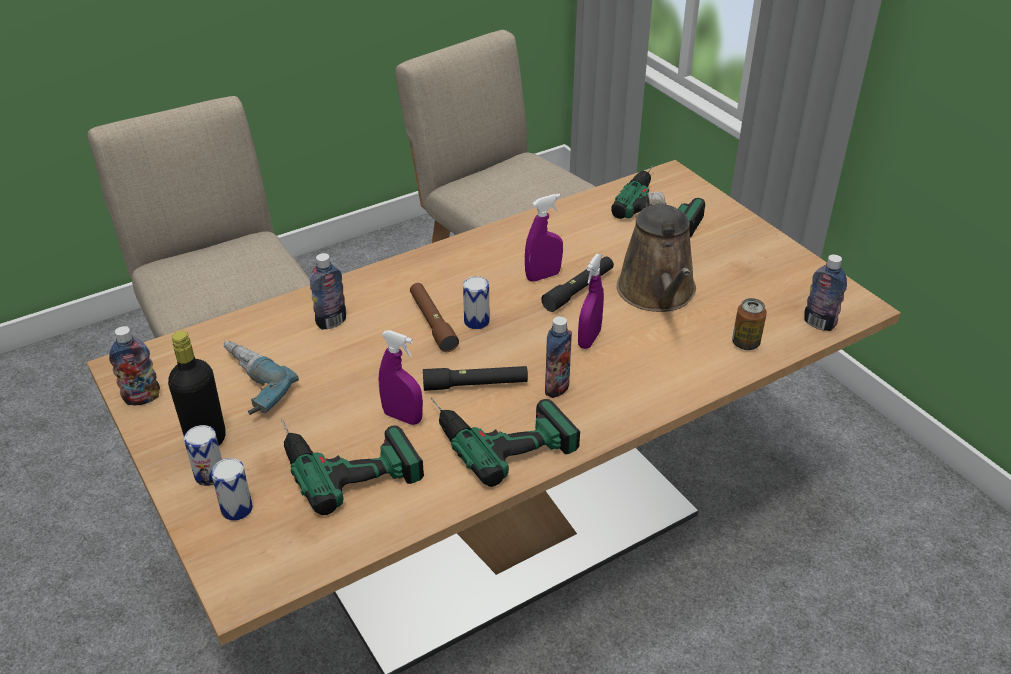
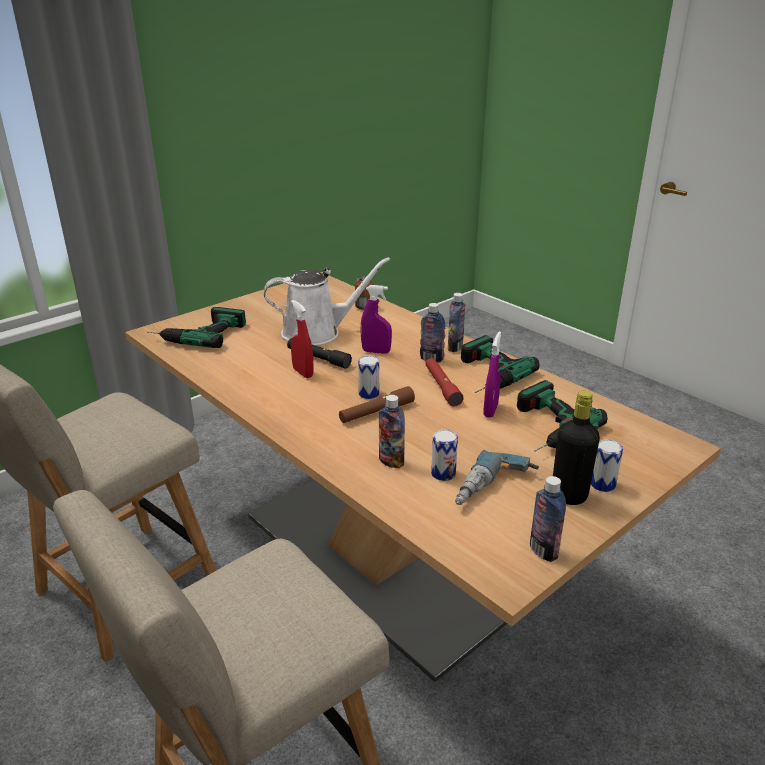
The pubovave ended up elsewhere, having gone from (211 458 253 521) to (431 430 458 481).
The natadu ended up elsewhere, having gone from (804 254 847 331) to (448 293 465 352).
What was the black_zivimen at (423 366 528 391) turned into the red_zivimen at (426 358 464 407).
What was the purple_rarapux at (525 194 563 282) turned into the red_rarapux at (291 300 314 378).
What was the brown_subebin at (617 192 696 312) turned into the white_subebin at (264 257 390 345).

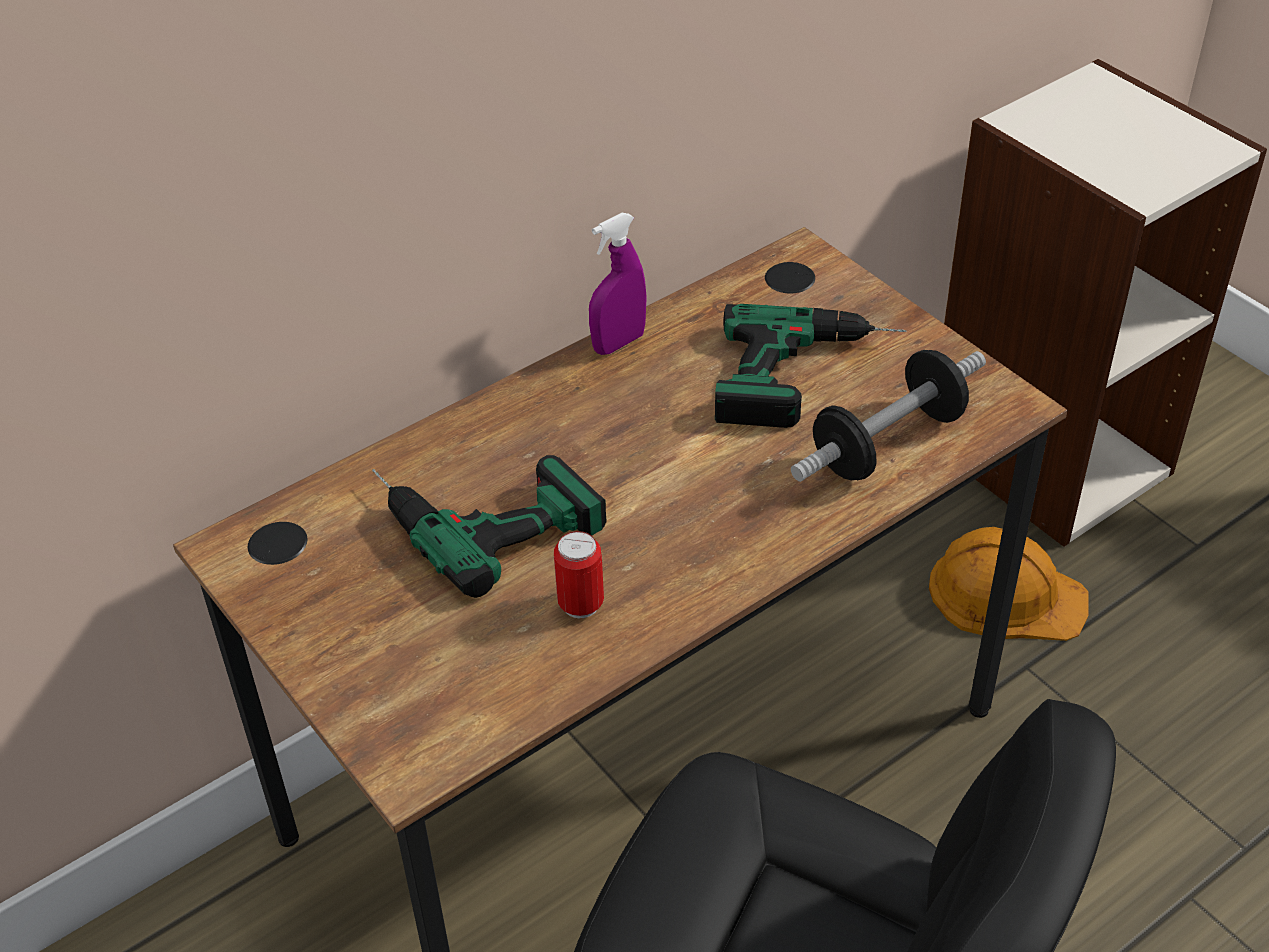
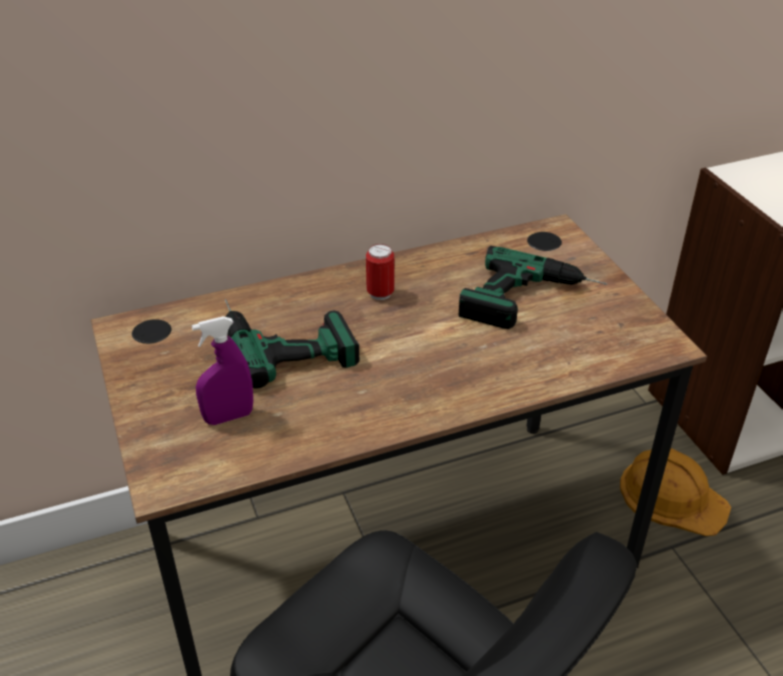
The second view lost the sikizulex at (791 350 986 482).
The pubovave ended up elsewhere, having gone from (554 531 604 618) to (366 244 395 300).
The purple_rarapux ended up elsewhere, having gone from (589 213 647 355) to (192 316 253 425).

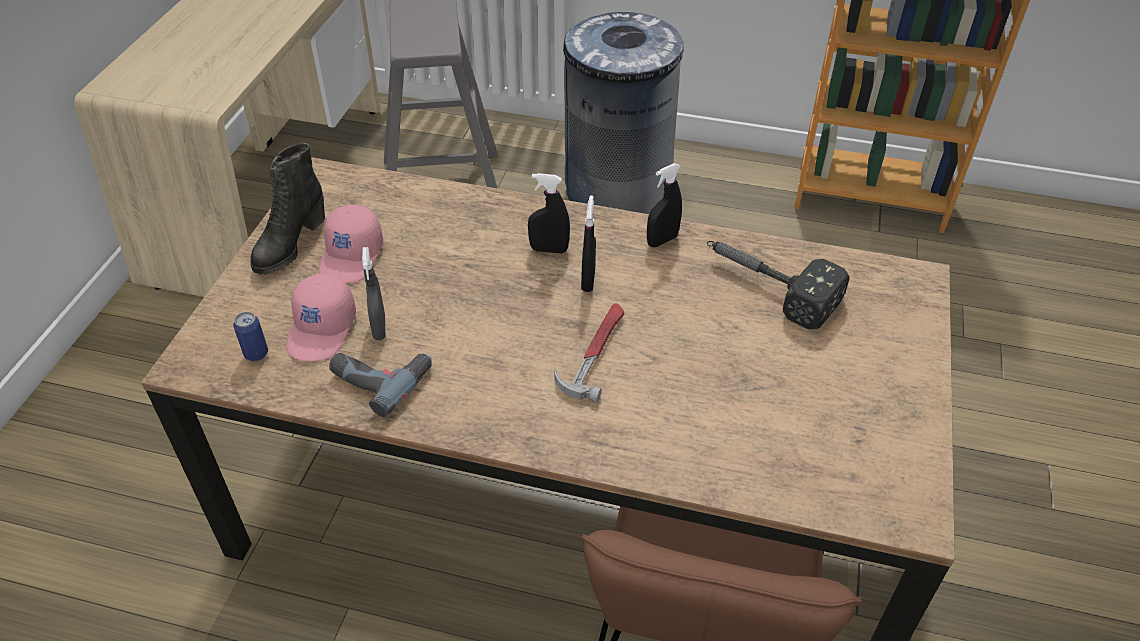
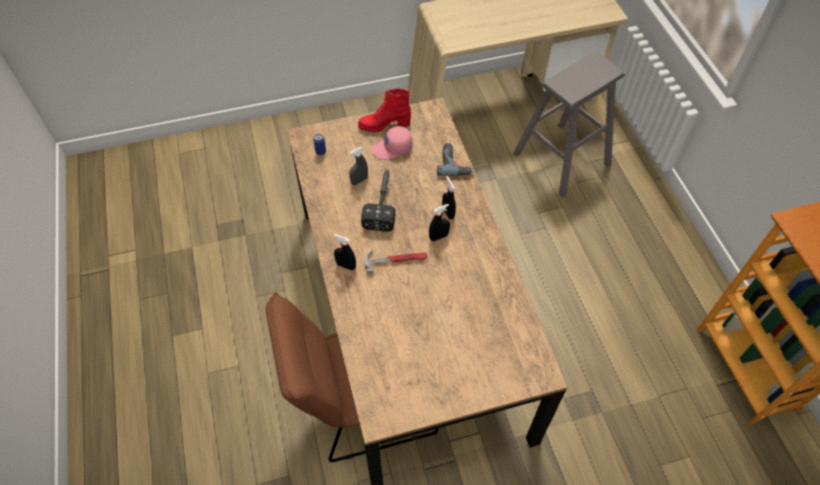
The second view lost the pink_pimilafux at (286 274 356 361).
The second view lost the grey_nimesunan at (563 12 684 214).
The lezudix ended up elsewhere, having gone from (329 353 432 417) to (437 143 473 176).
The black_rarapux ended up elsewhere, having gone from (647 163 682 247) to (334 234 356 271).
The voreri ended up elsewhere, having gone from (707 241 850 329) to (361 169 395 232).
What was the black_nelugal at (251 142 325 275) turned into the red_nelugal at (358 89 411 132).

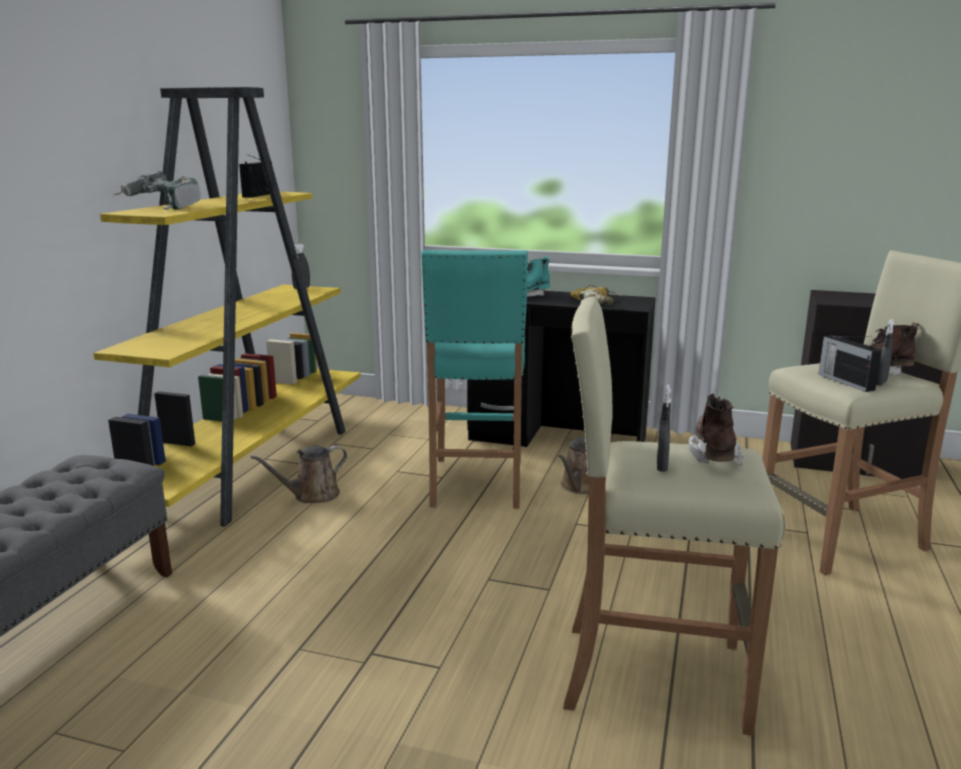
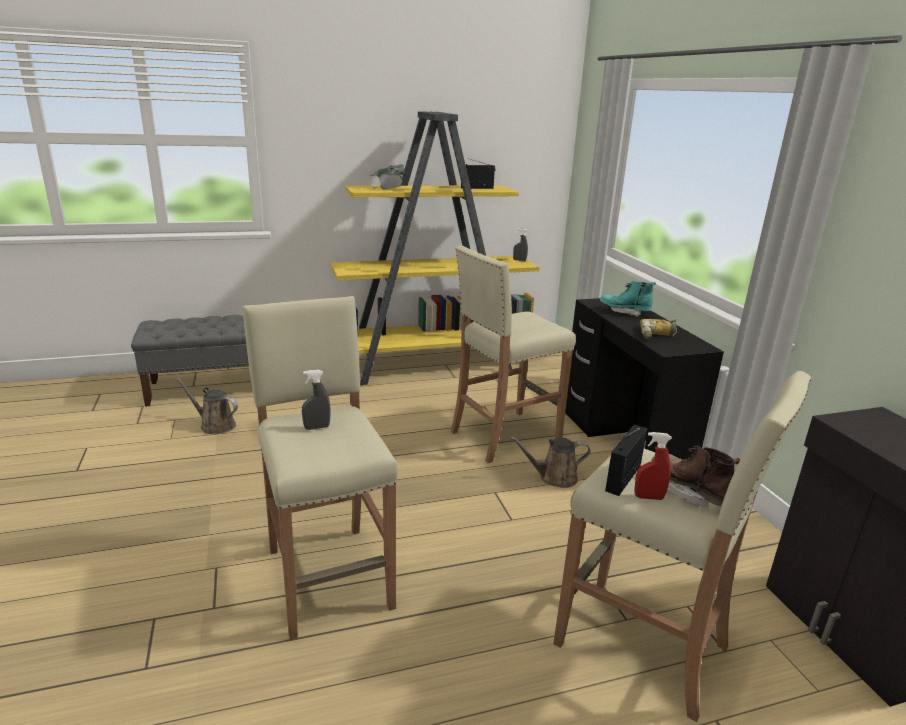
The second view lost the brown_nelugal at (688 394 744 465).
The brown_subebin ended up elsewhere, having gone from (250 446 347 503) to (176 377 238 434).
What was the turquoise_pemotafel at (421 250 528 509) turned into the beige_pemotafel at (451 245 576 463).
What was the grey_rarapux at (876 320 894 386) turned into the red_rarapux at (634 432 672 500).

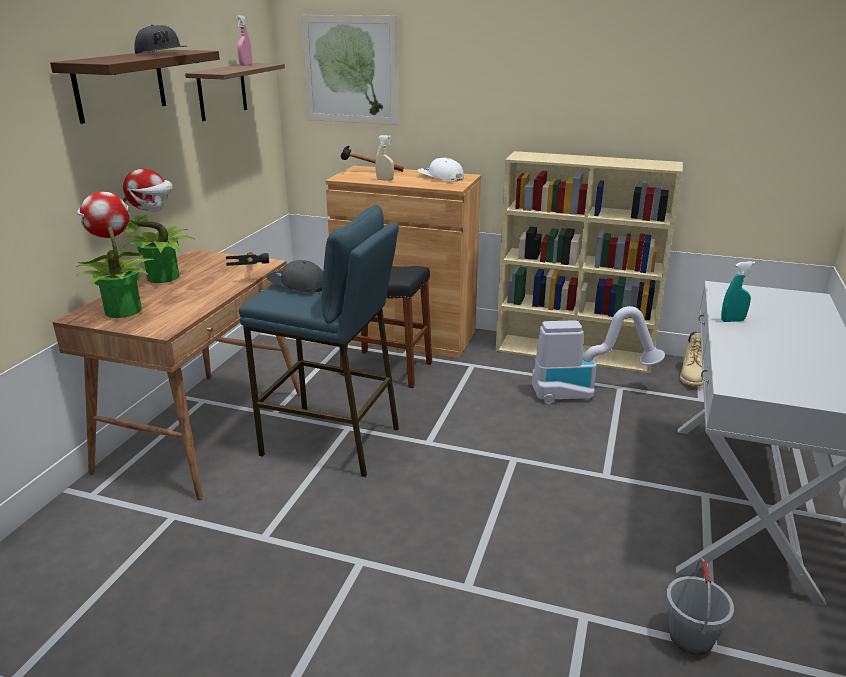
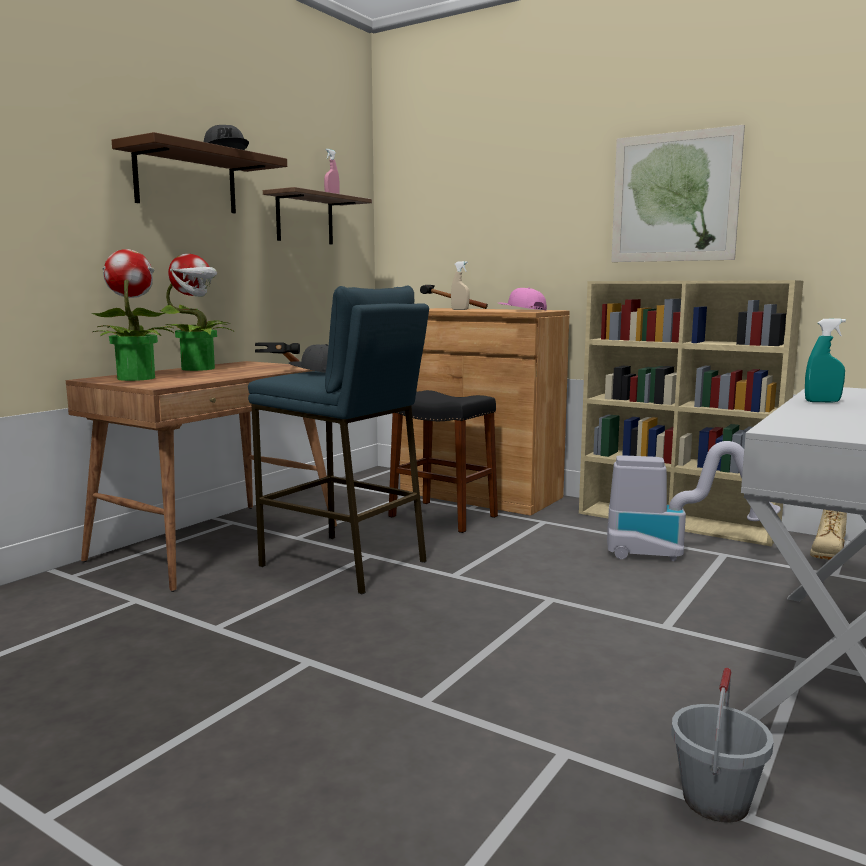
The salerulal ended up elsewhere, having gone from (301 15 399 125) to (611 125 745 262).
What was the white_pimilafux at (417 158 464 181) turned into the pink_pimilafux at (499 287 547 310).

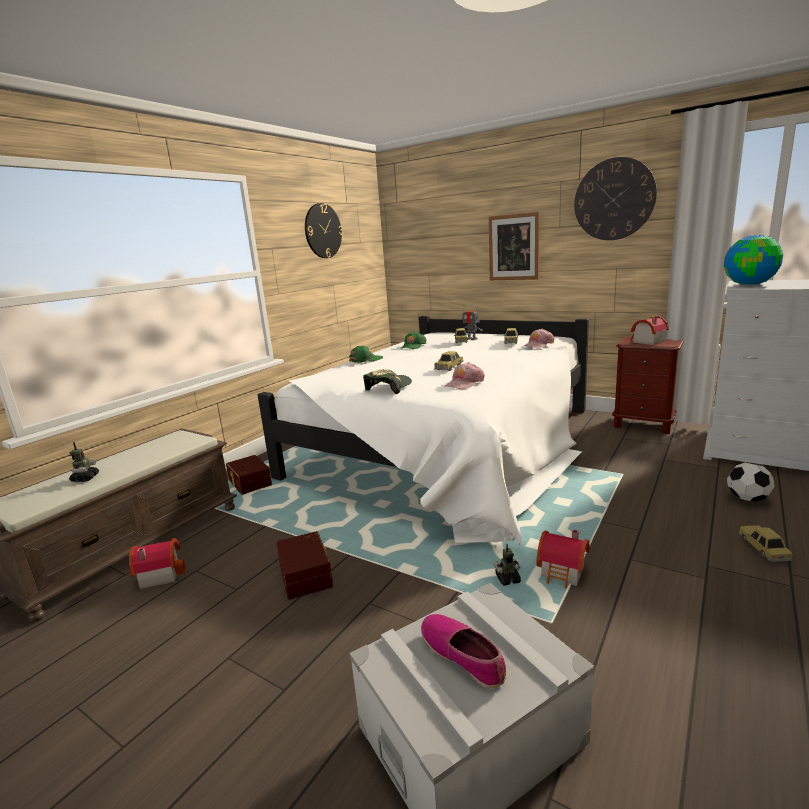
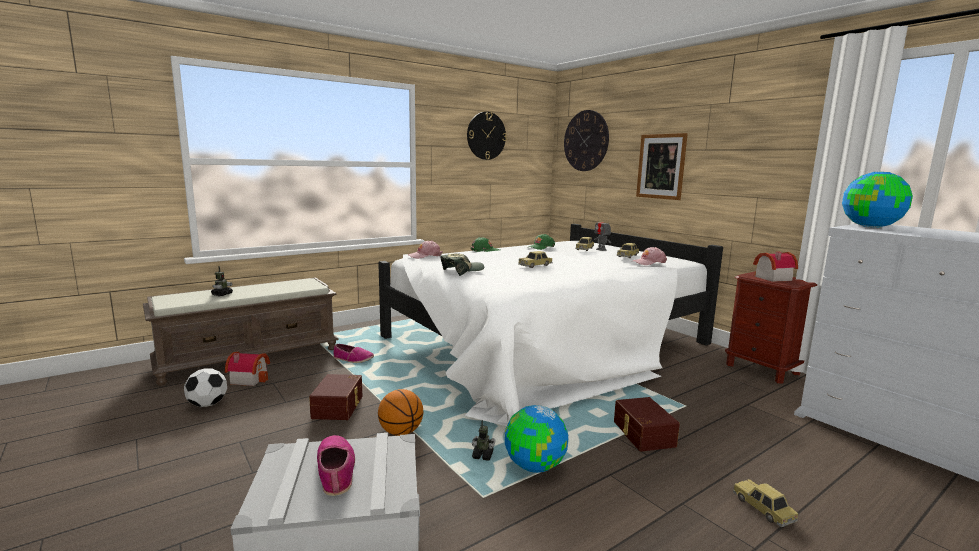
The second view gained the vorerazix at (333 344 374 363).
The second view gained the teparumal at (378 389 423 436).
The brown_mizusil ended up elsewhere, having gone from (226 455 272 495) to (614 397 680 452).
The pink_pimilafux ended up elsewhere, having gone from (444 362 485 389) to (408 240 443 259).
The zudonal ended up elsewhere, having gone from (574 157 657 240) to (564 110 609 171).
The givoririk ended up elsewhere, having gone from (727 462 775 502) to (184 368 227 407).
Where the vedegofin stood at (537 529 590 589), the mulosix came to stand at (505 405 568 473).
The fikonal at (739 525 792 562) ended up facing another way, 45 degrees counterclockwise from before.

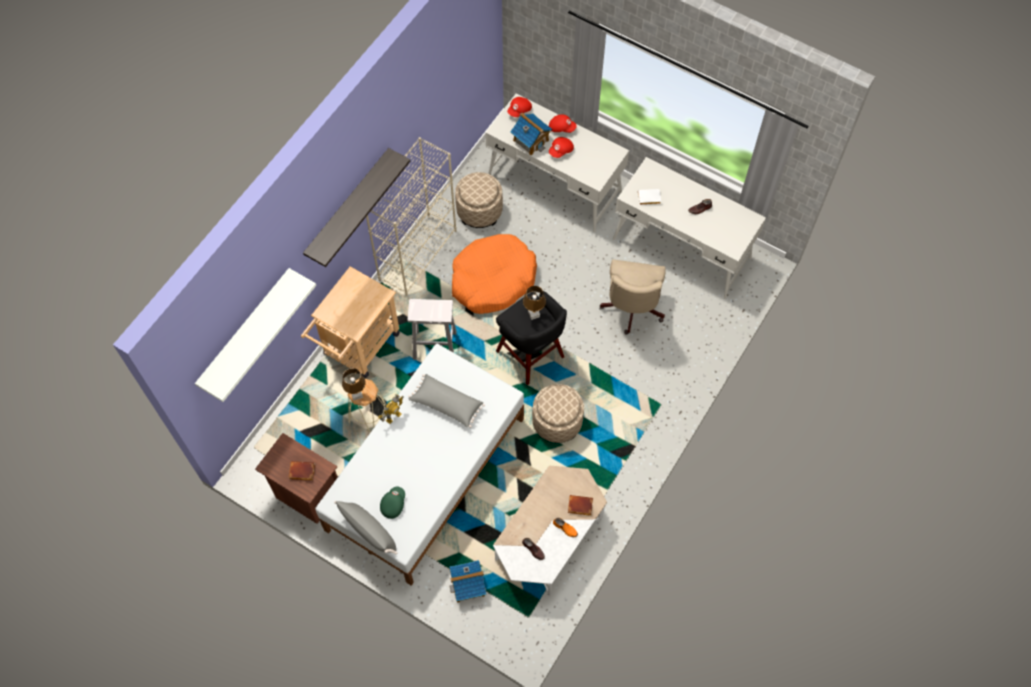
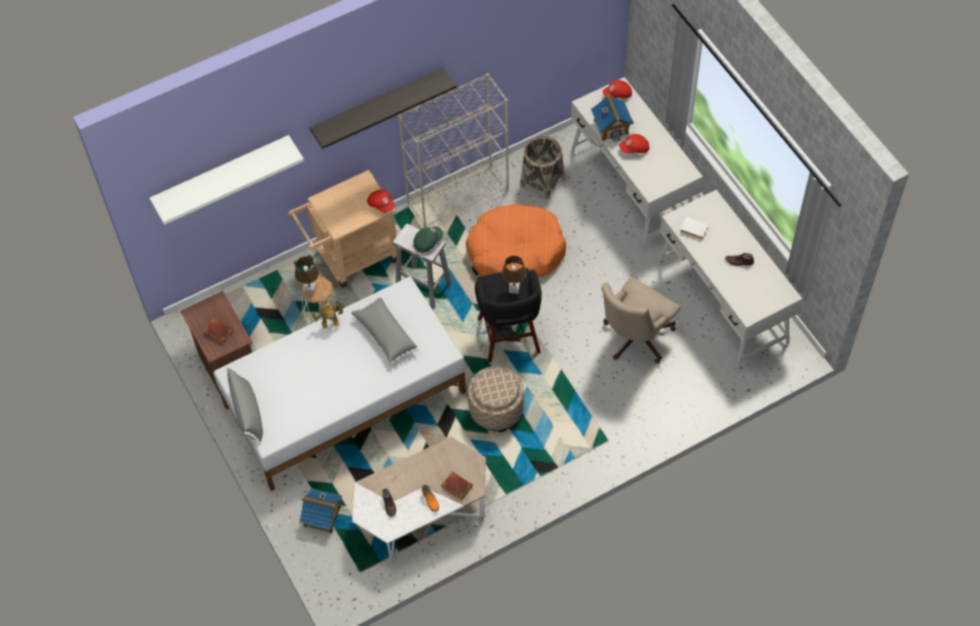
The green_pimilafux ended up elsewhere, having gone from (380 487 405 519) to (414 227 443 253).
The red_pimilafux ended up elsewhere, having gone from (549 114 577 133) to (367 190 395 213).
Where the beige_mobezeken stood at (455 172 503 228), the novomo came to stand at (520 135 565 200).

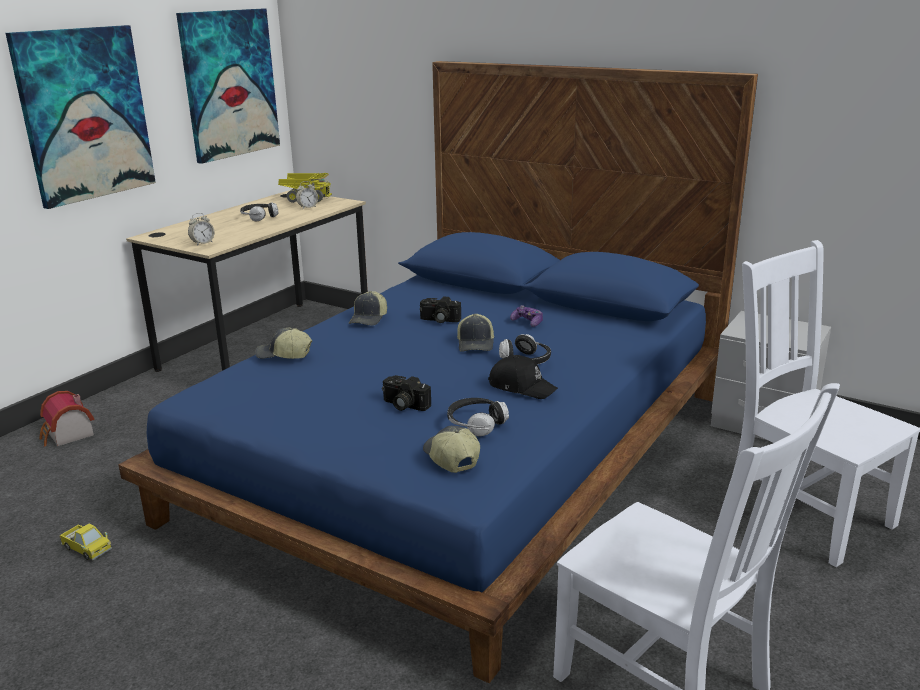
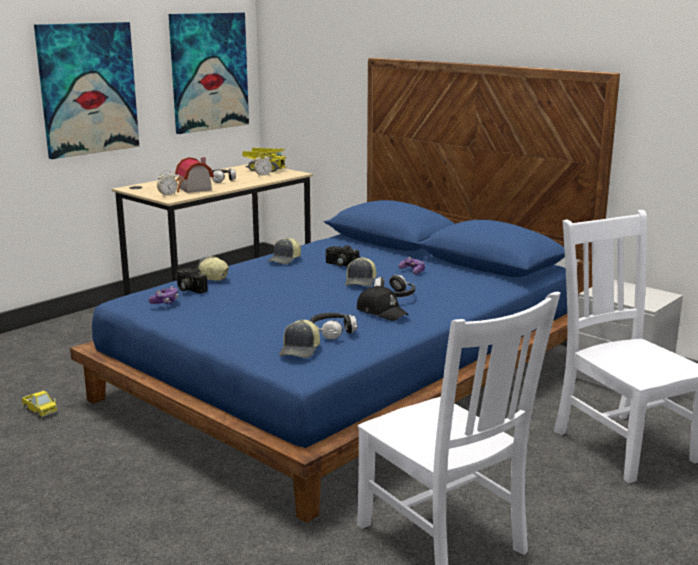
The second view gained the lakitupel at (148 286 178 304).
The vedegofin ended up elsewhere, having gone from (39 391 94 447) to (175 157 214 193).
The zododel ended up elsewhere, having gone from (382 375 431 411) to (175 268 208 293).
The pimilafux at (423 426 480 473) ended up facing another way, 150 degrees counterclockwise from before.

